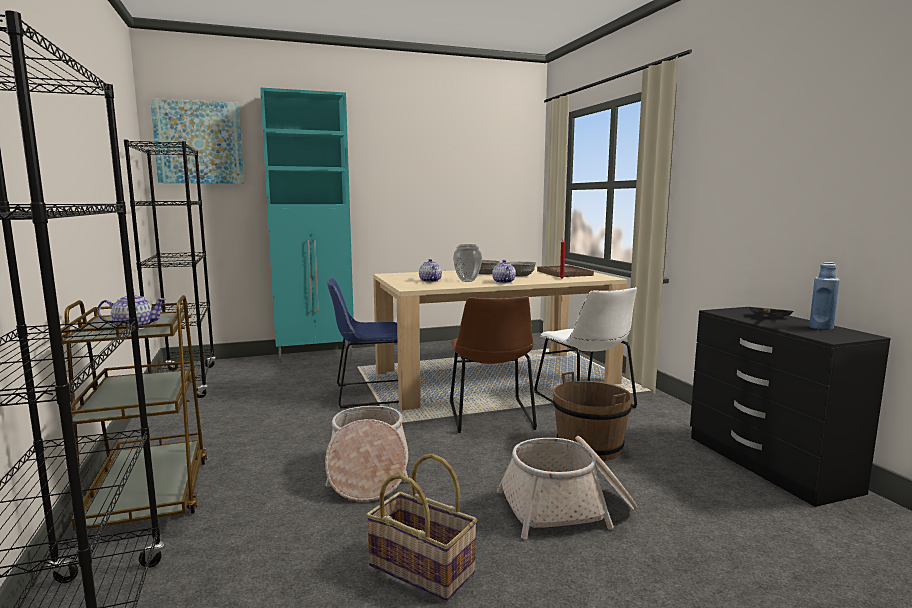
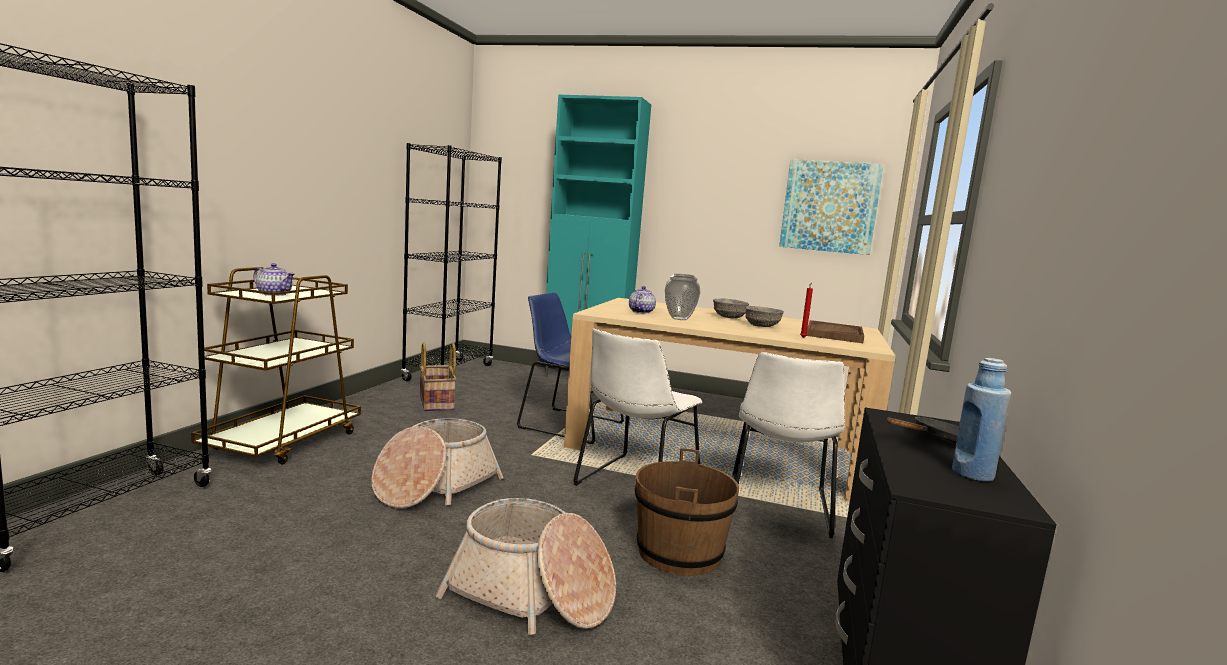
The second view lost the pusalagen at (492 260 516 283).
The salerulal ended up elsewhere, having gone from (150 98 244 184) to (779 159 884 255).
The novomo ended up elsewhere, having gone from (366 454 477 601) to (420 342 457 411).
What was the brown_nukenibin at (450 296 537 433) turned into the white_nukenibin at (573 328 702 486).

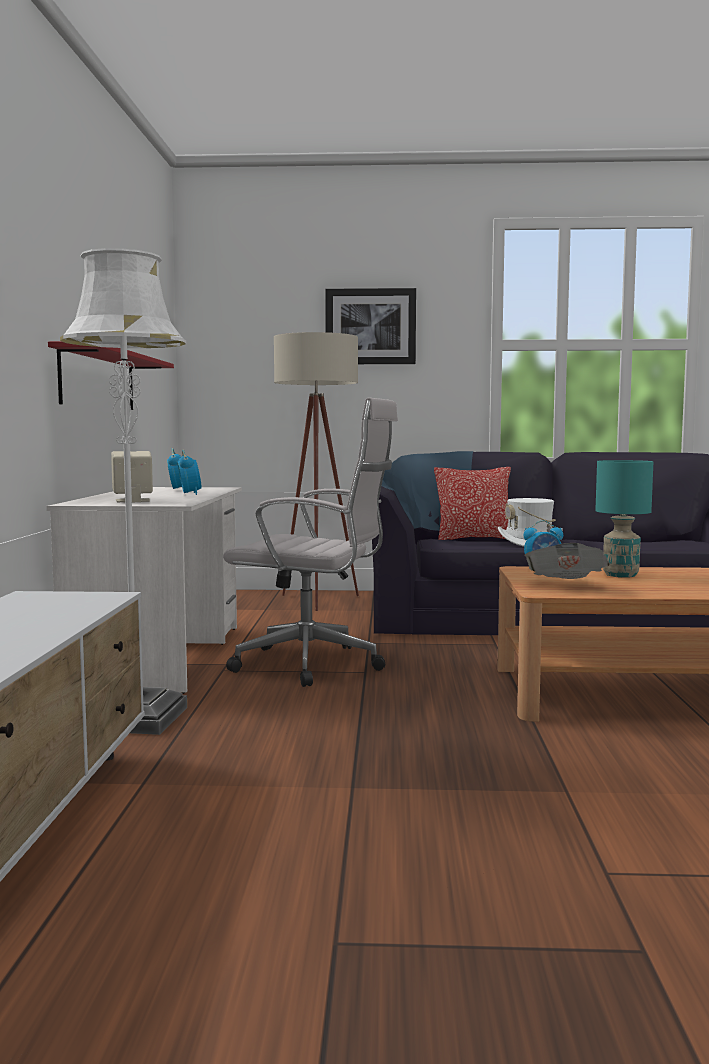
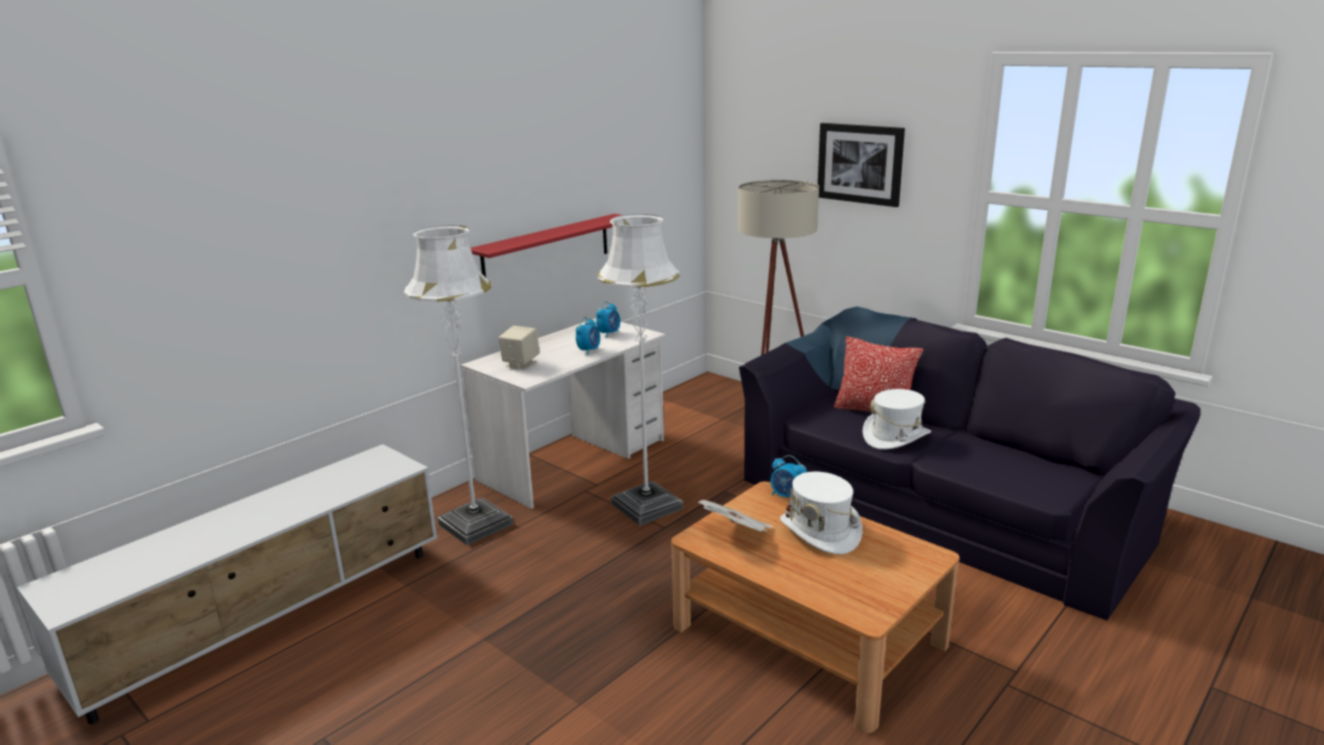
Where the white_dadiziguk stood at (223 397 398 687), the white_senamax came to stand at (598 214 683 526).
Where the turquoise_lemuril stood at (595 460 653 578), the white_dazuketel came to stand at (780 472 862 555).

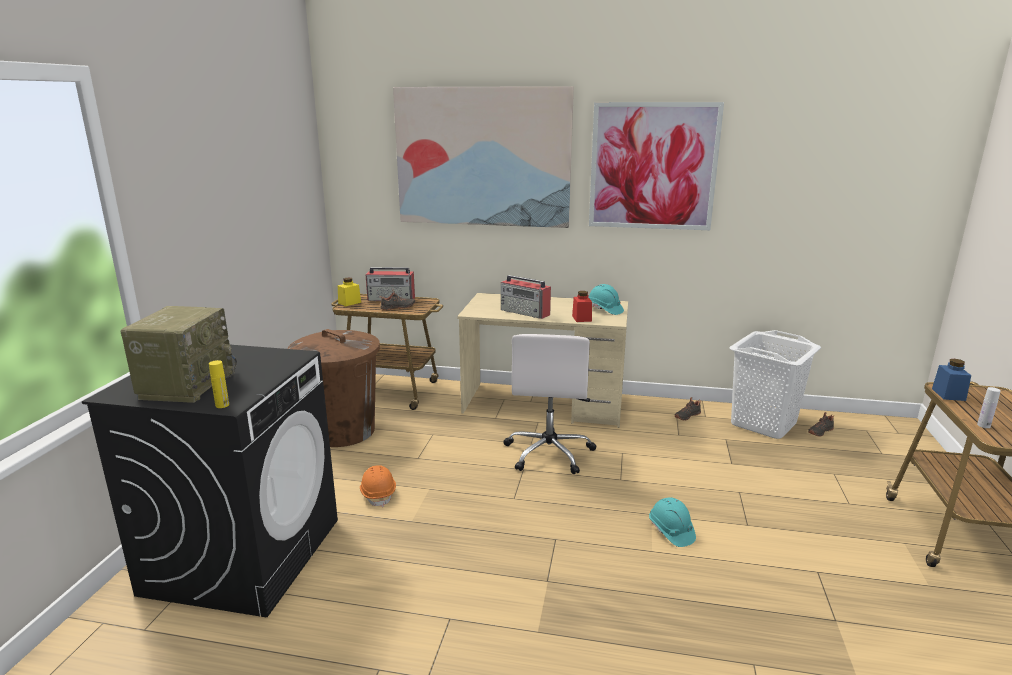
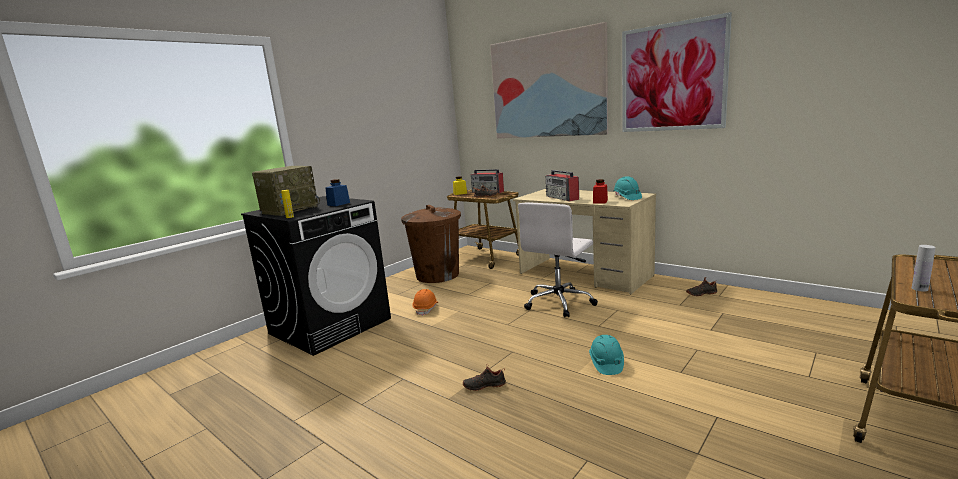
The second view lost the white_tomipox at (729 330 821 439).
The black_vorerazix ended up elsewhere, having gone from (808 412 834 436) to (463 364 506 391).
The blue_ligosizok ended up elsewhere, having gone from (932 359 971 401) to (325 179 350 206).

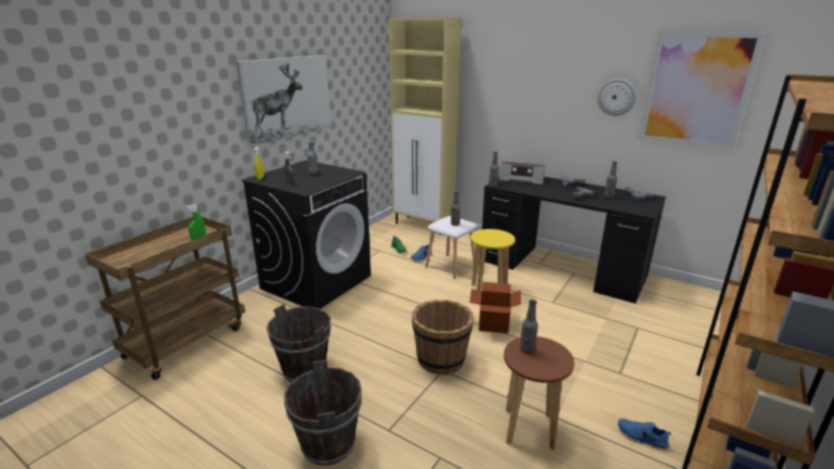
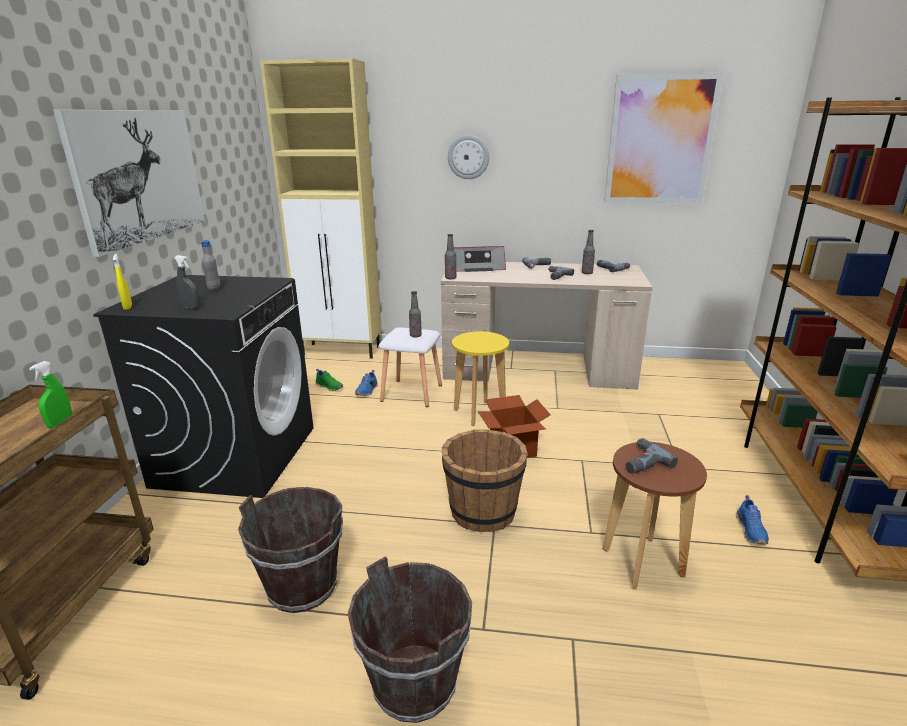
The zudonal ended up elsewhere, having gone from (598 78 636 116) to (448 135 489 179).
Where the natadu stood at (520 299 538 354), the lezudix came to stand at (626 438 678 474).
What was the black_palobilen at (482 177 666 304) turned into the beige_palobilen at (441 262 653 389).
The blue_vorerazix at (618 419 671 450) ended up facing another way, 90 degrees counterclockwise from before.

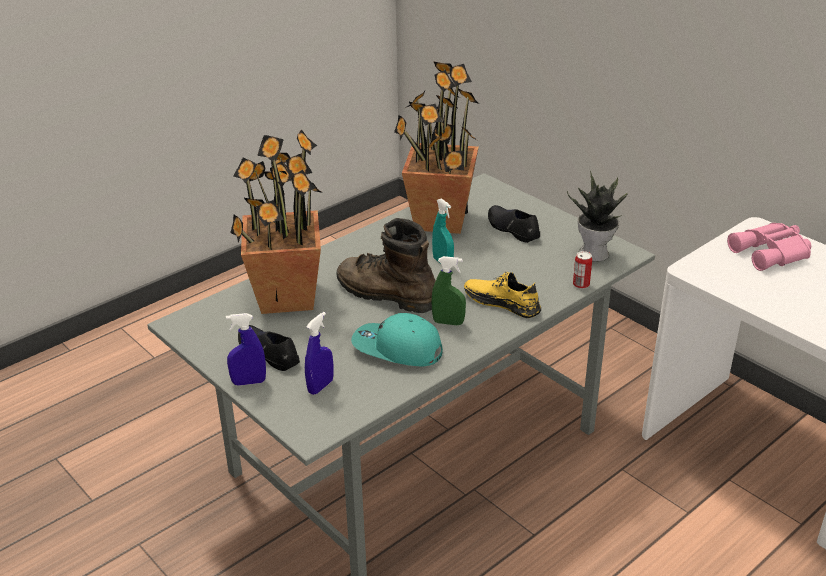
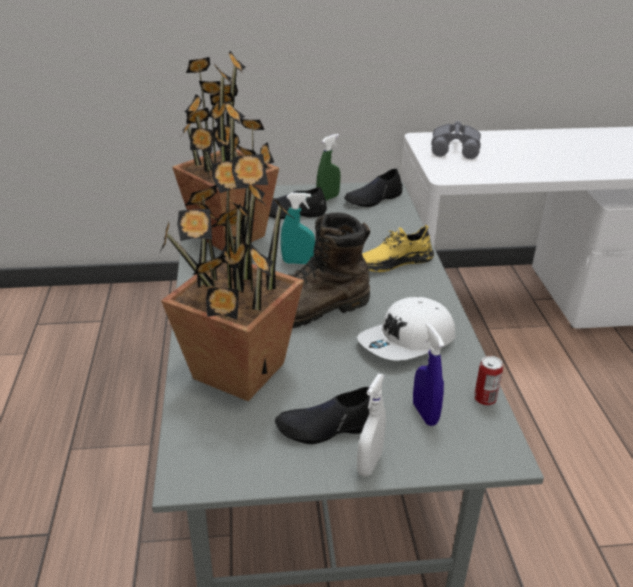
The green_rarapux ended up elsewhere, having gone from (432 256 466 325) to (316 134 340 200).
The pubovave ended up elsewhere, having gone from (573 251 592 289) to (474 356 503 406).
Where the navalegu stood at (567 171 628 262), the black_vorerazix came to stand at (344 168 403 207).
What was the blue_rarapux at (226 313 266 386) turned into the white_rarapux at (357 374 386 477).
What was the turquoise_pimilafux at (351 313 443 366) turned into the white_pimilafux at (357 297 455 361).
What was the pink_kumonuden at (727 223 811 271) turned into the grey_kumonuden at (431 121 481 159).

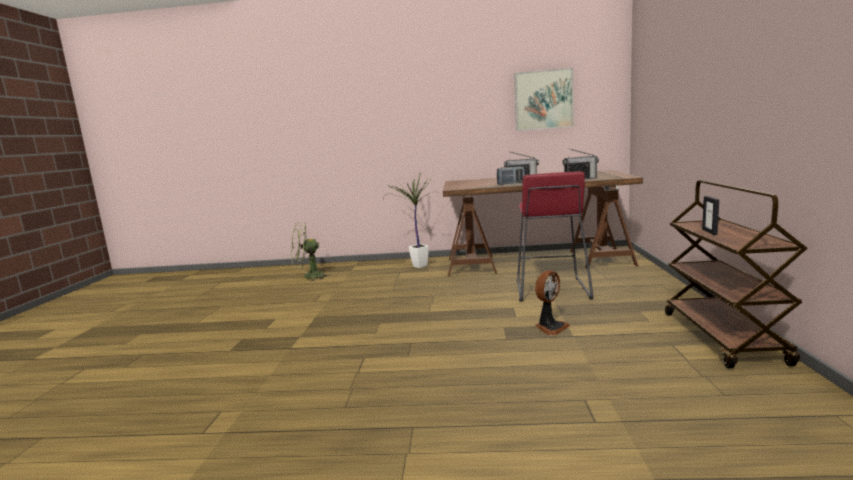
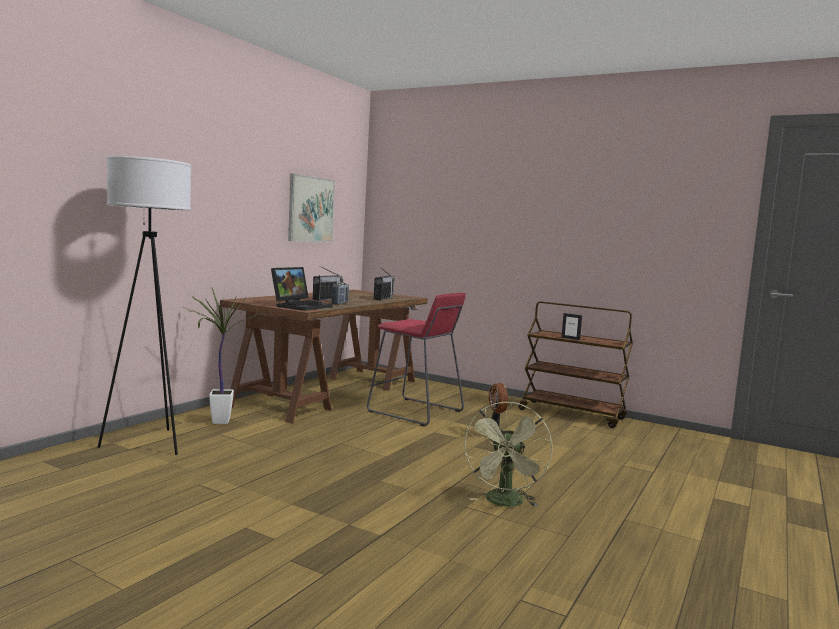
The second view gained the white_senamax at (98 156 191 455).
The second view gained the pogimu at (271 267 333 311).
The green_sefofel ended up elsewhere, having gone from (291 223 331 281) to (464 402 553 507).

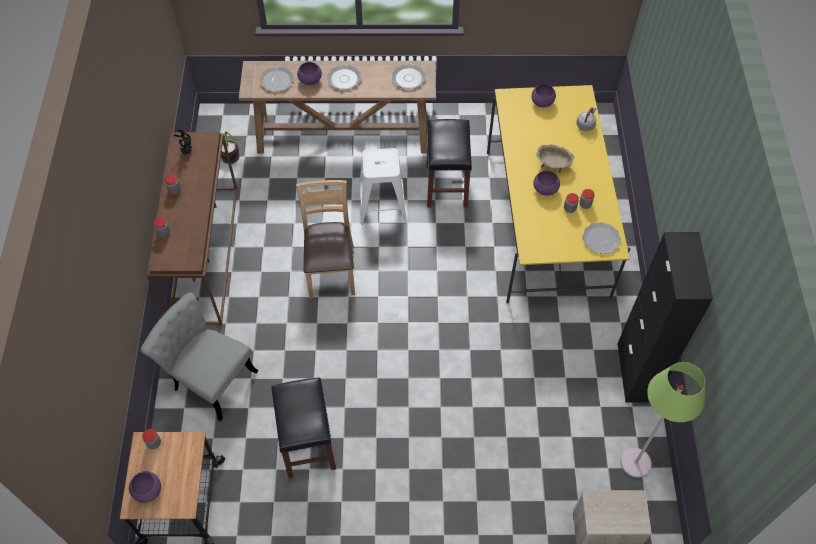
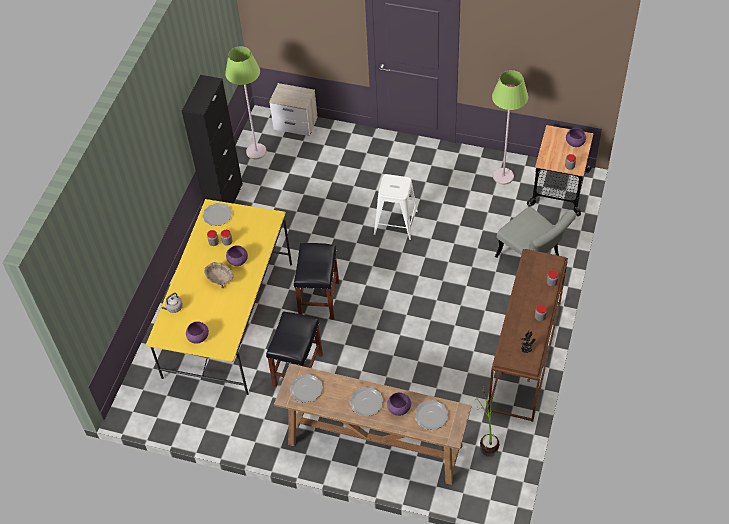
The second view lost the brown_nukenibin at (296 180 355 299).
The second view gained the green_senamax at (492 70 528 185).
The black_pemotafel ended up elsewhere, having gone from (271 377 336 478) to (294 243 339 320).
The white_pemotafel ended up elsewhere, having gone from (359 148 407 225) to (374 174 418 240).

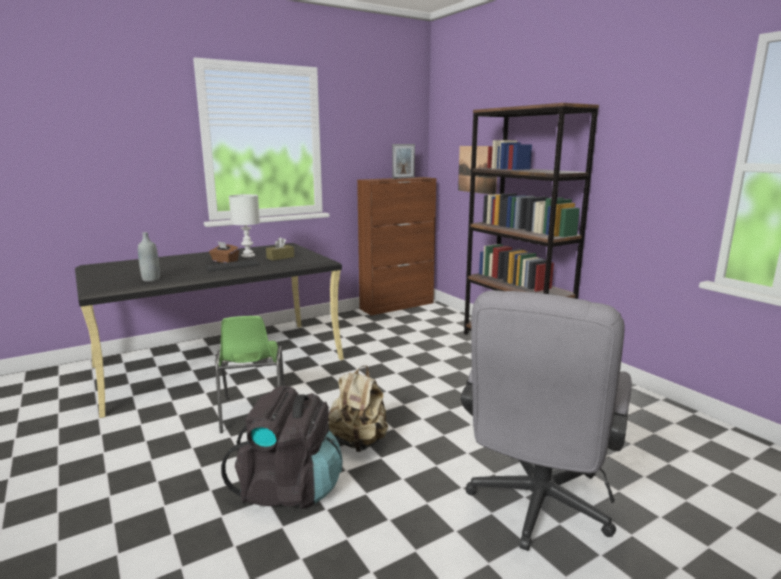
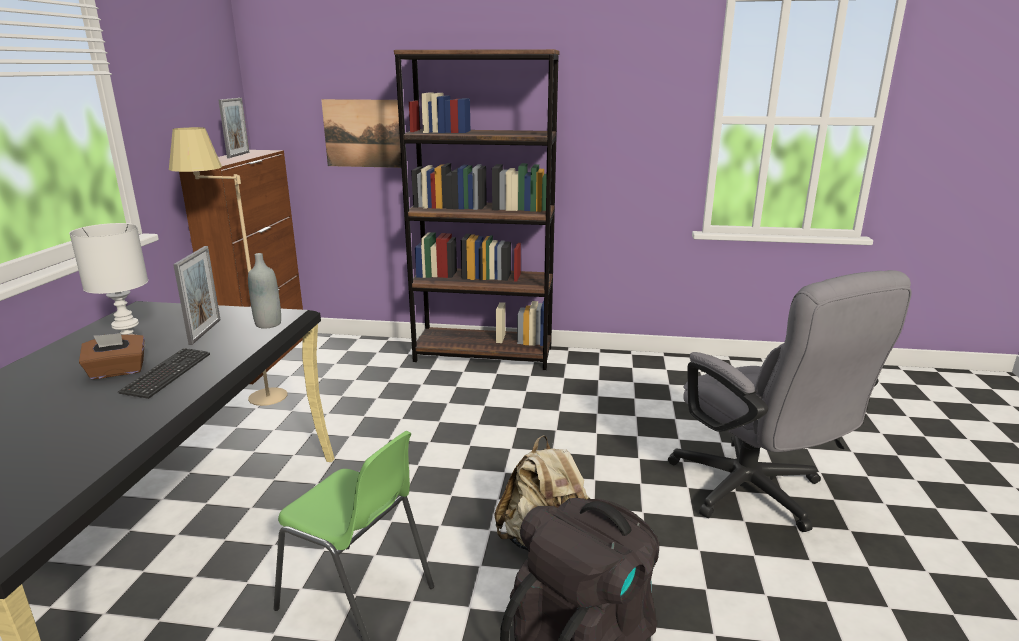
The second view gained the beige_senamax at (169 127 288 406).
The grey_natadu ended up elsewhere, having gone from (138 232 160 282) to (248 253 281 329).
Where the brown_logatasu stood at (266 237 294 261), the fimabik came to stand at (173 246 220 345).

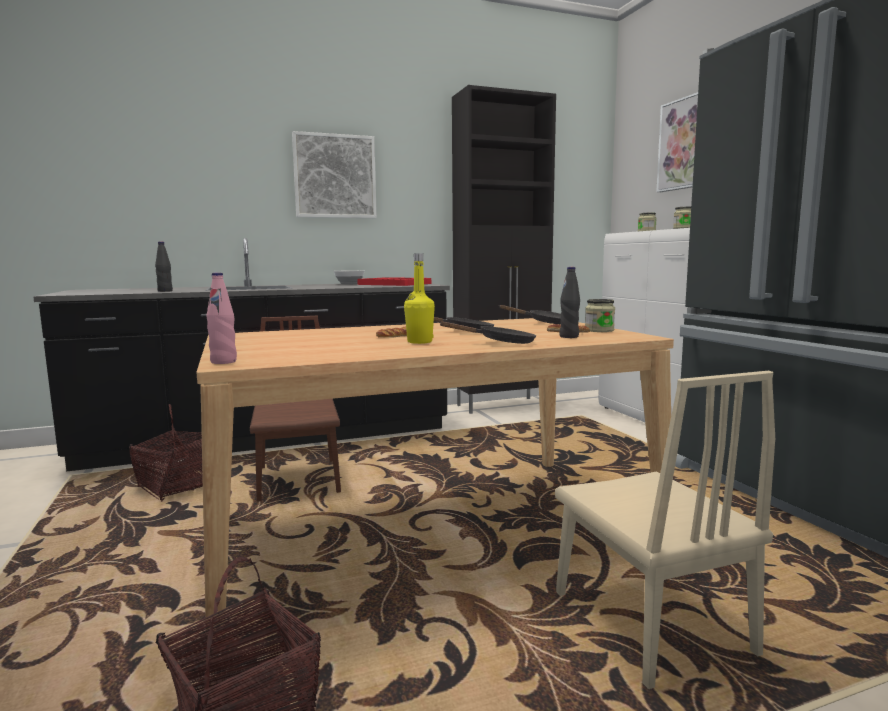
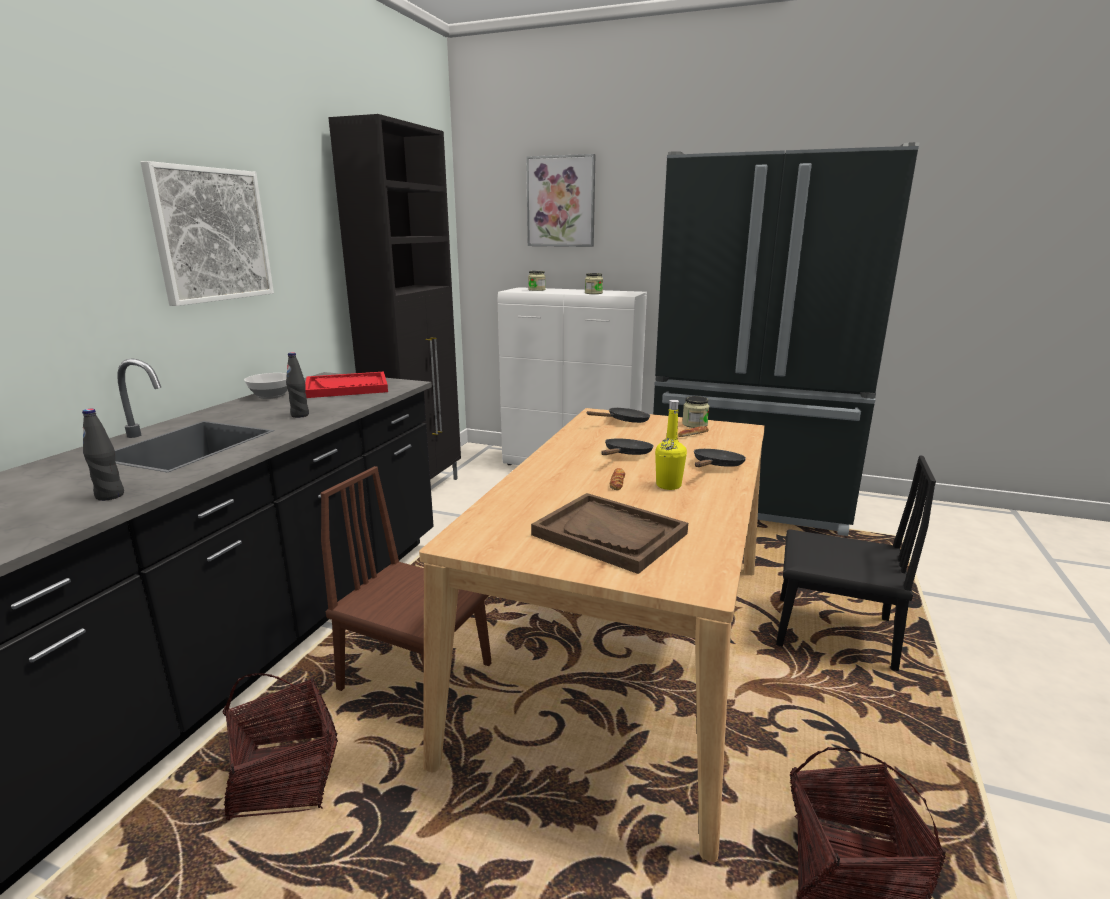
The second view lost the pink_natadu at (207 273 237 364).
The second view gained the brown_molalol at (531 493 688 574).
The black_natadu ended up elsewhere, having gone from (559 267 580 338) to (286 352 309 418).
What was the beige_nukenibin at (555 371 775 689) turned into the black_nukenibin at (776 455 936 671).

